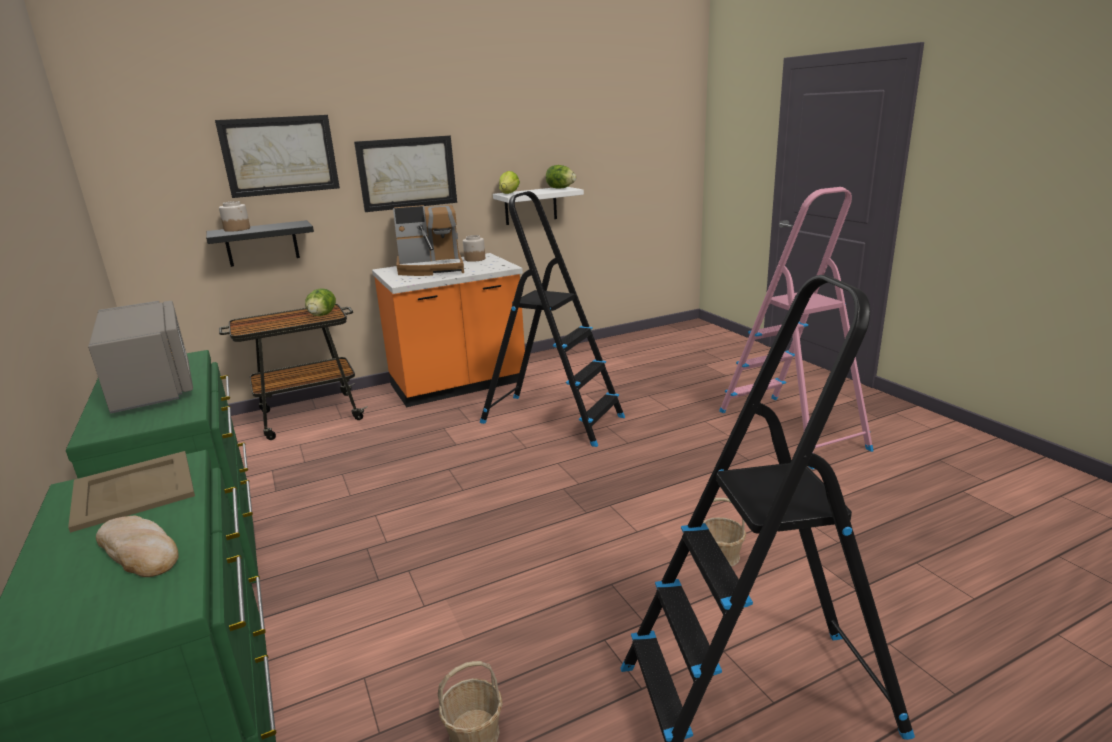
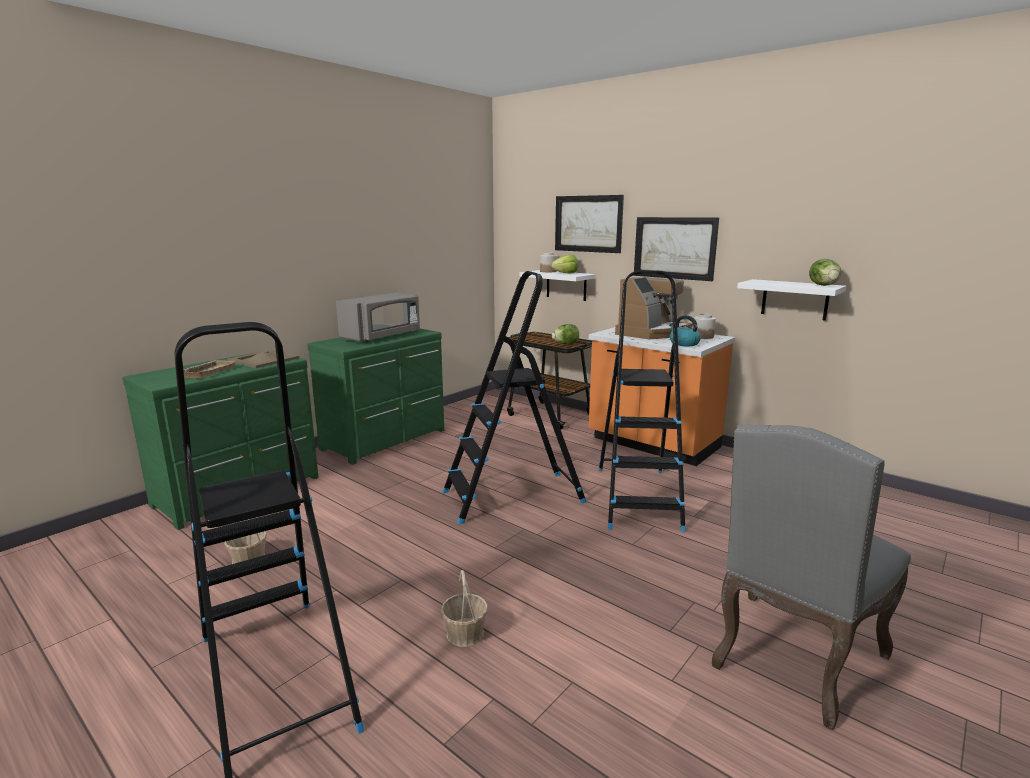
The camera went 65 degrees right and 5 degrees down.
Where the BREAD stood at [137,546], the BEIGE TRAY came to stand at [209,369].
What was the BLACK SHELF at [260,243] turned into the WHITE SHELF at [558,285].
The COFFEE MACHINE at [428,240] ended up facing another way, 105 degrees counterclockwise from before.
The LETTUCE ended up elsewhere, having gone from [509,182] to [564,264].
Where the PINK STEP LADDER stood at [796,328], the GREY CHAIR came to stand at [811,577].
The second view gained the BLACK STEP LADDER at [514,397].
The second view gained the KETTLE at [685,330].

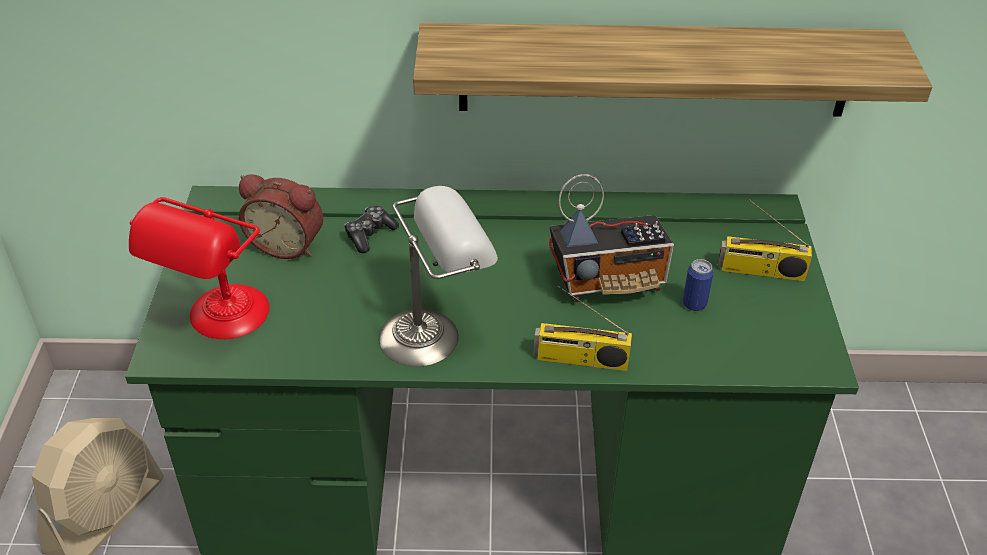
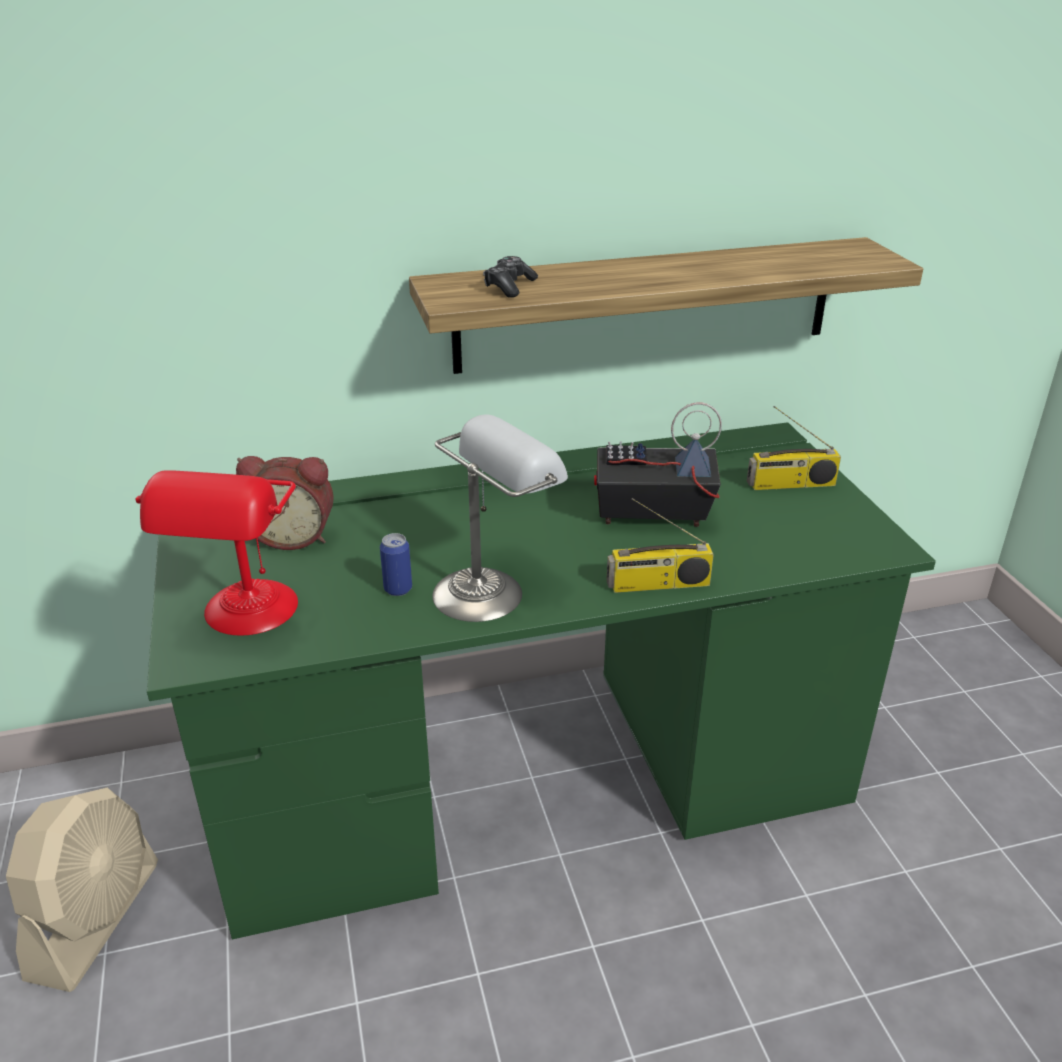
The camera went 15 degrees left and 10 degrees down.
The GAME CONTROLLER ended up elsewhere, having gone from [371,229] to [510,277].
The RADIO at [611,238] ended up facing another way, 150 degrees counterclockwise from before.
The CAN ended up elsewhere, having gone from [698,285] to [396,564].

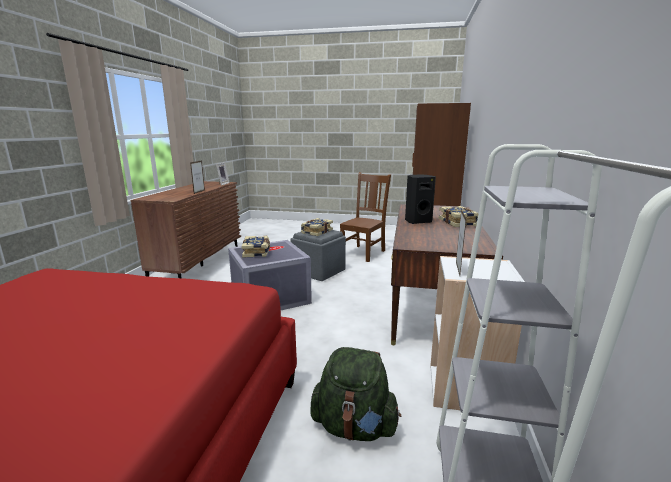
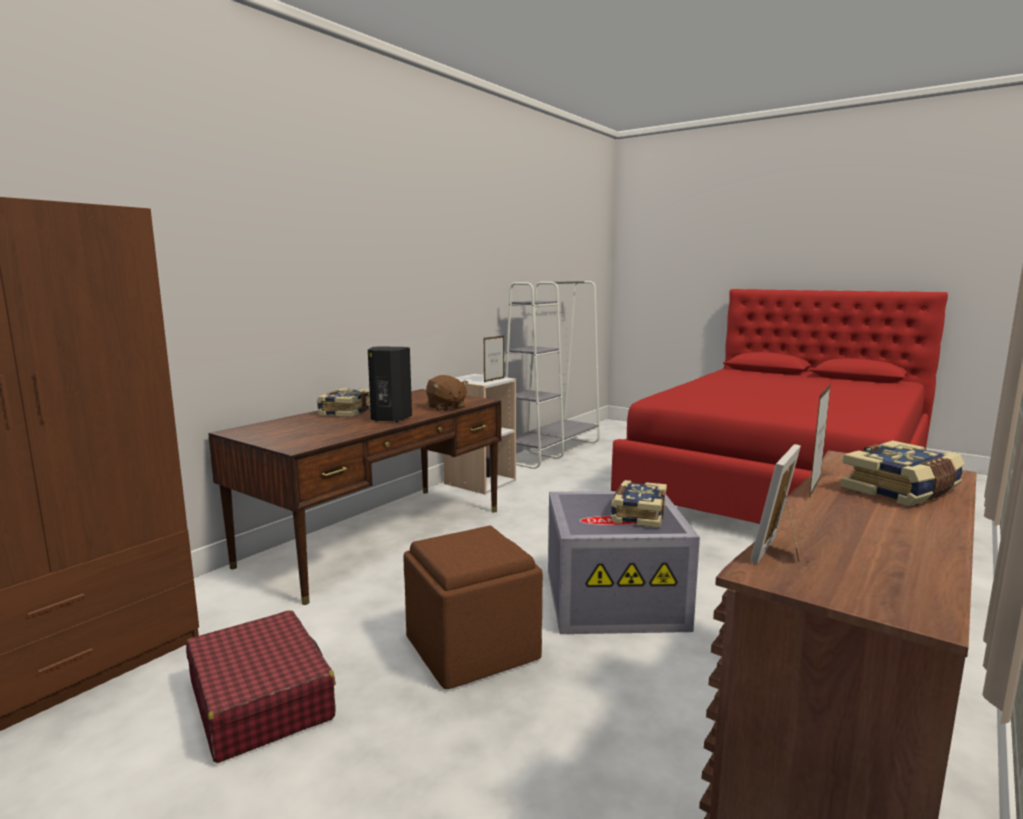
The camera went 155 degrees left and 5 degrees down.
What was the GREY OTTOMAN at [318,255] turned into the BROWN OTTOMAN at [473,607].
The BOOK ended up elsewhere, having gone from [317,227] to [902,473].
The second view lost the GREEN BACKPACK at [356,394].
Where the BROWN CHAIR stood at [365,217], the RED SUITCASE came to stand at [261,686].
The second view gained the BROWN PLUSH TOY at [447,393].

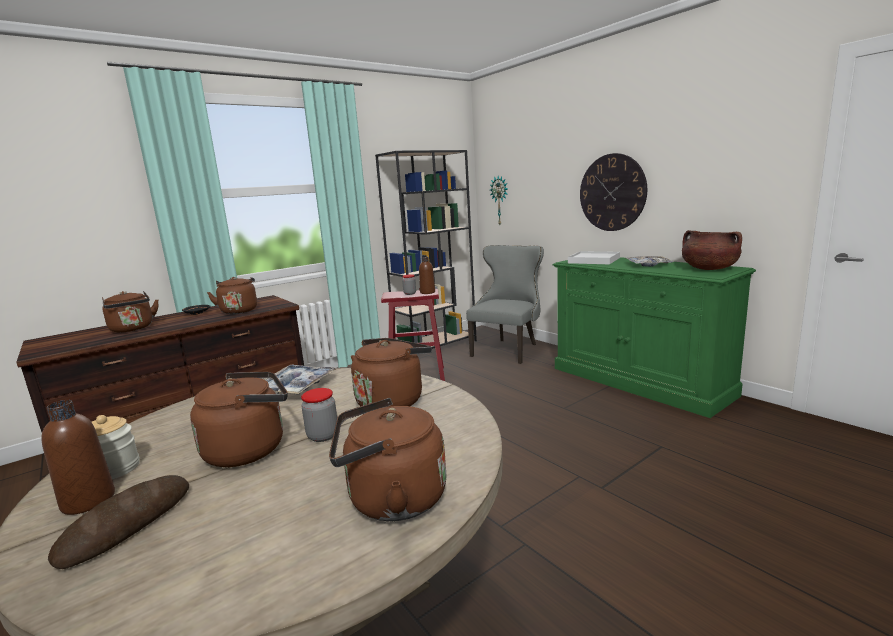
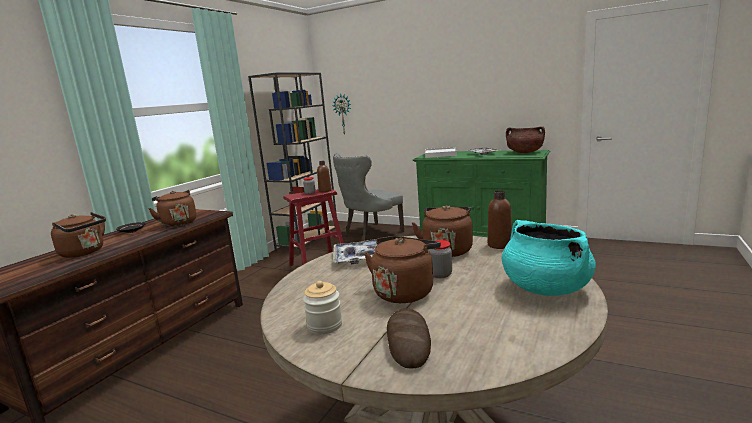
The camera went 25 degrees left and 0 degrees up.
The BROWN BOTTLE ended up elsewhere, having gone from [78,457] to [500,219].
Where the BROWN KETTLE stood at [387,459], the TURQUOISE COOKING POT came to stand at [549,258].
The GREY CHAIR at [505,304] ended up facing another way, 135 degrees counterclockwise from before.
The second view lost the WALL CLOCK at [613,192].

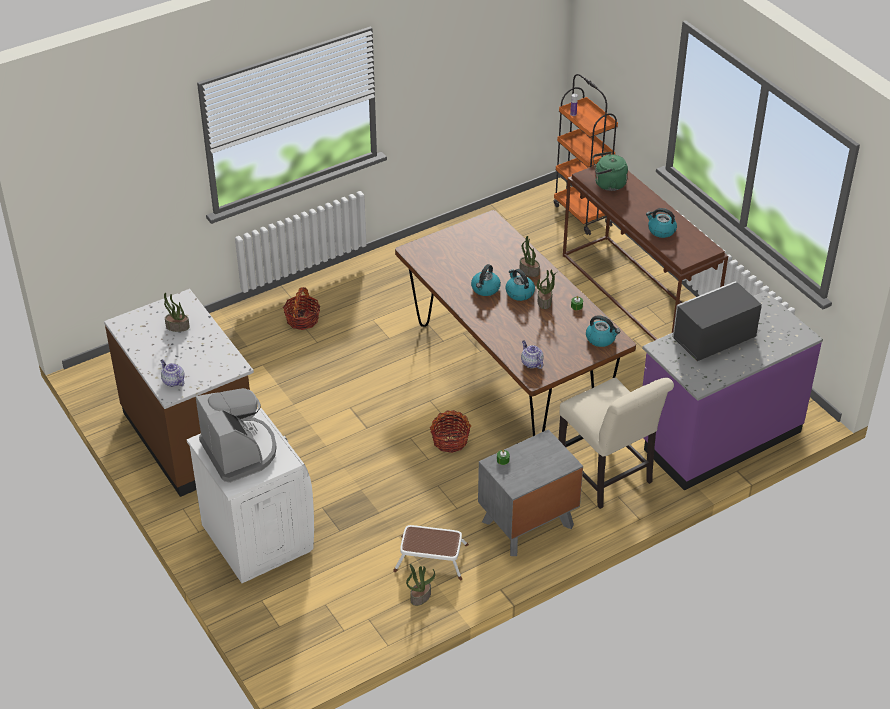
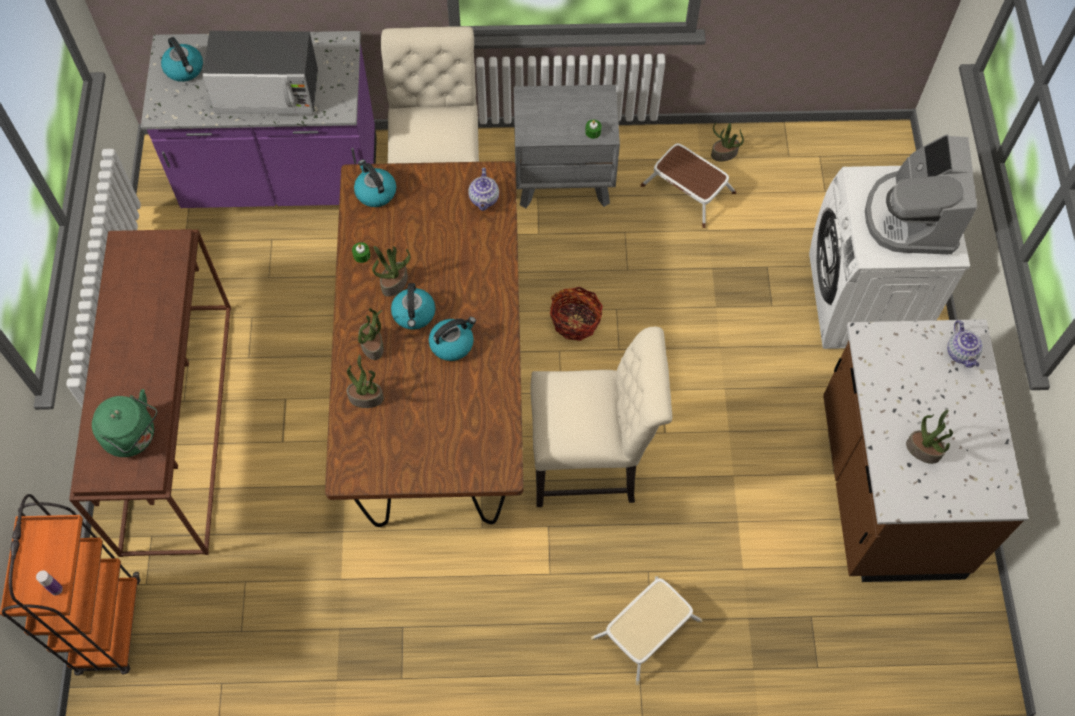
The camera went 150 degrees left and 20 degrees up.
Where the BASKET stood at [301,308], the BEIGE STEP LADDER came to stand at [647,630].
The KETTLE ended up elsewhere, having gone from [661,223] to [182,59].
The second view gained the POTTED PLANT at [365,381].
The second view gained the BEIGE CHAIR at [601,417].

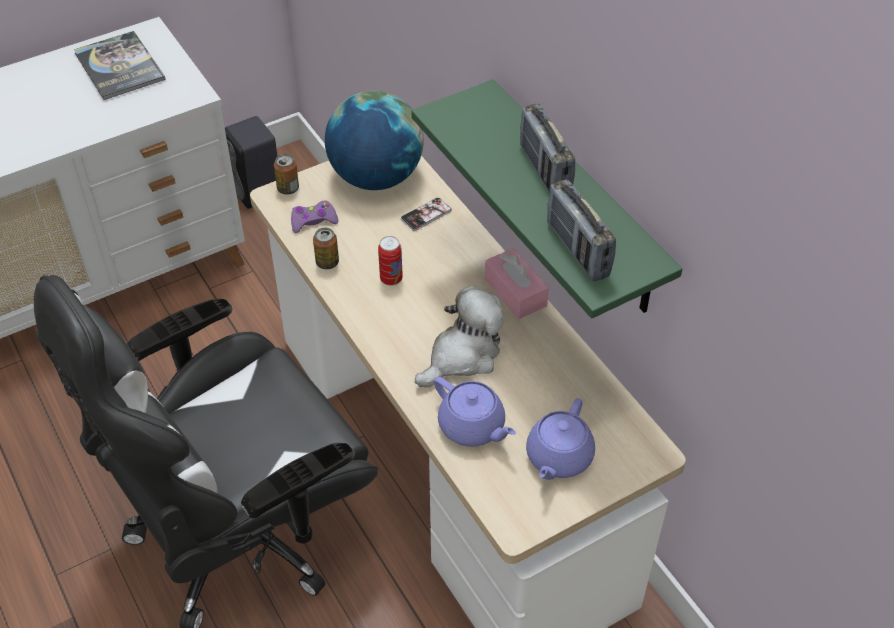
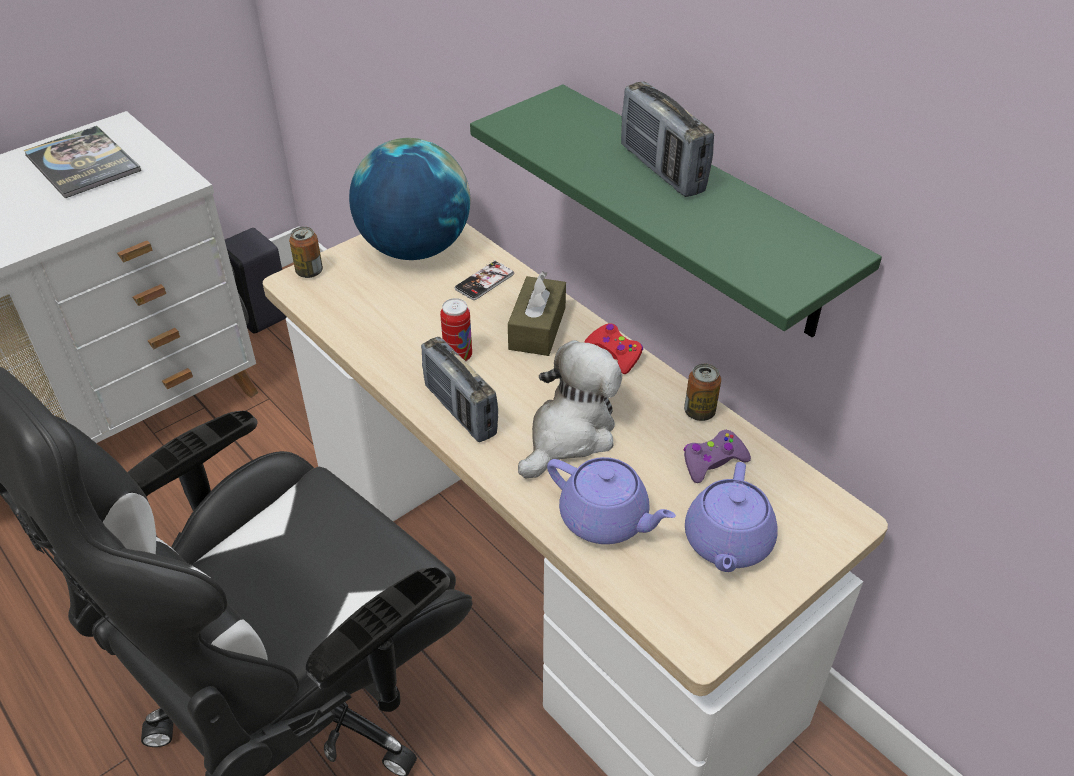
The camera went 10 degrees left and 5 degrees down.
The PURPLE GAME CONTROLLER ended up elsewhere, having gone from [314,217] to [717,456].
The CAN ended up elsewhere, having gone from [326,248] to [702,392].
Where the PINK TISSUE BOX stood at [517,283], the RED GAME CONTROLLER came to stand at [613,348].
The RADIO ended up elsewhere, having gone from [581,230] to [459,389].
The second view gained the BROWN TISSUE BOX at [537,313].

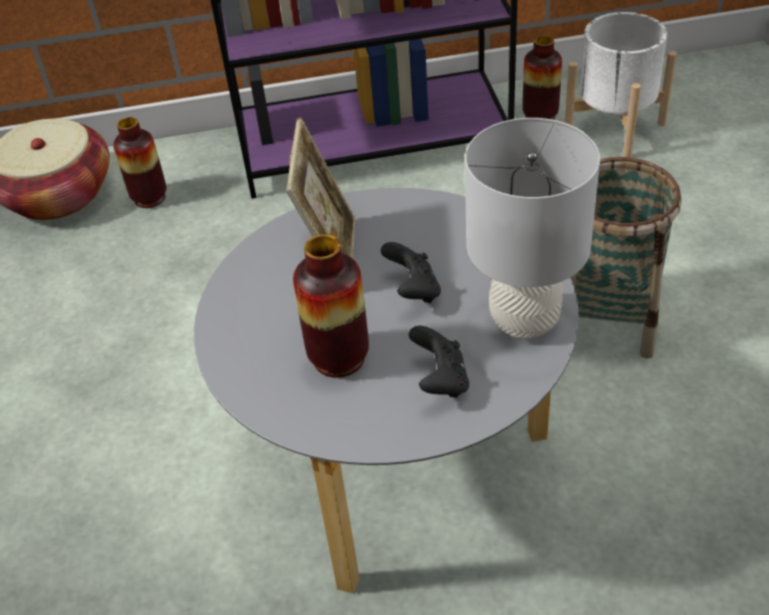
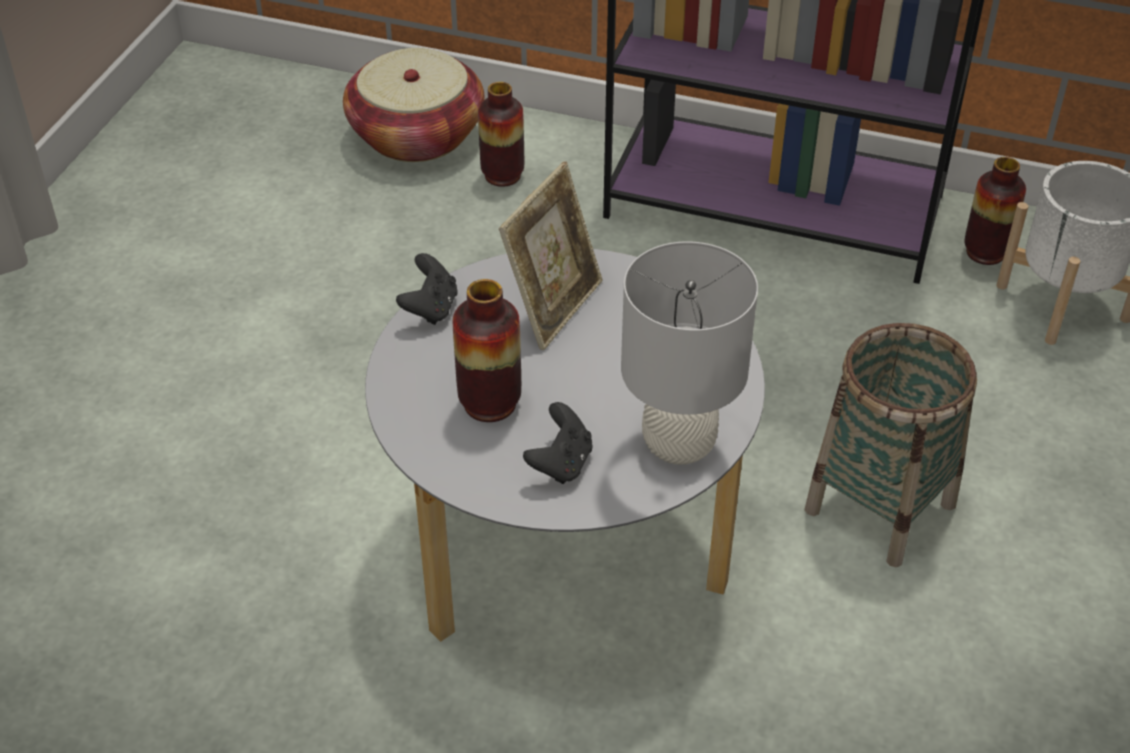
The camera went 25 degrees right and 0 degrees up.
The BLACK GAME CONTROLLER ended up elsewhere, having gone from [411,272] to [427,289].

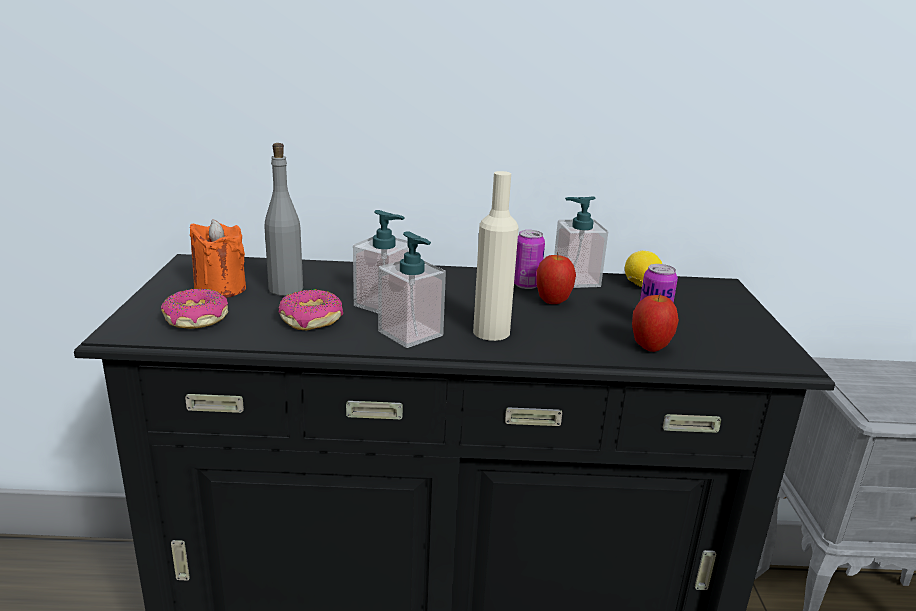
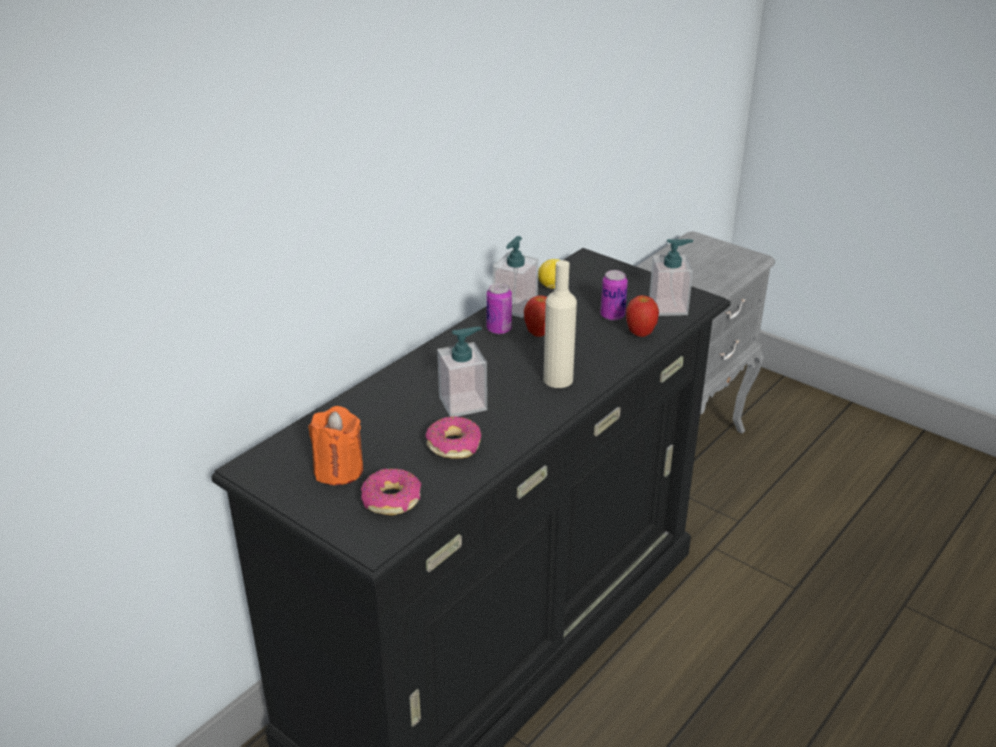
The camera went 50 degrees left and 10 degrees up.
The second view lost the GREY BOTTLE at [284,219].
The SOAP DISPENSER ended up elsewhere, having gone from [412,289] to [671,277].

